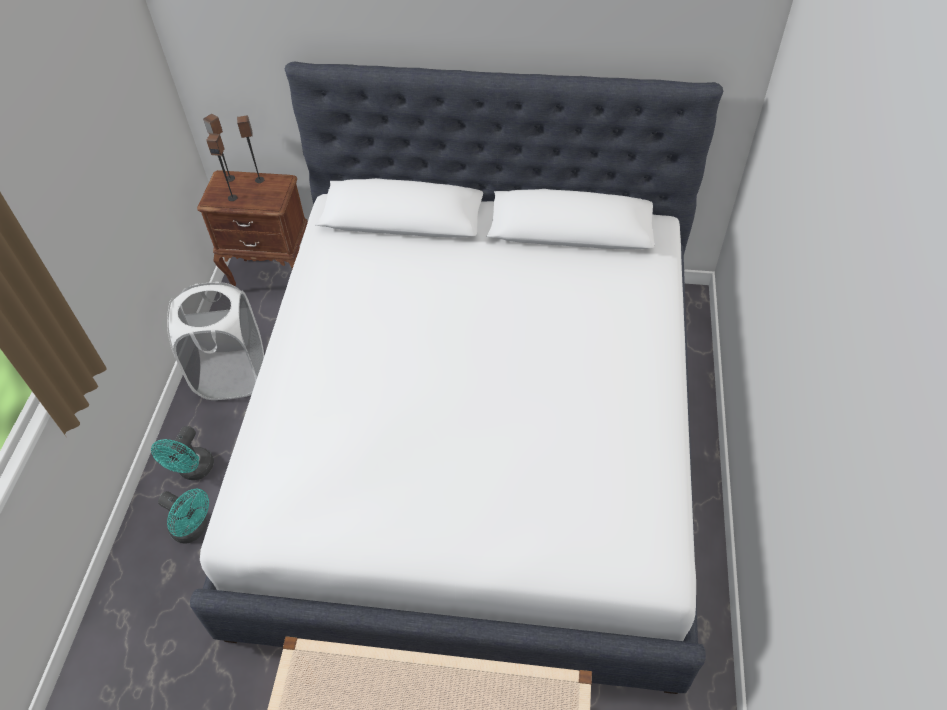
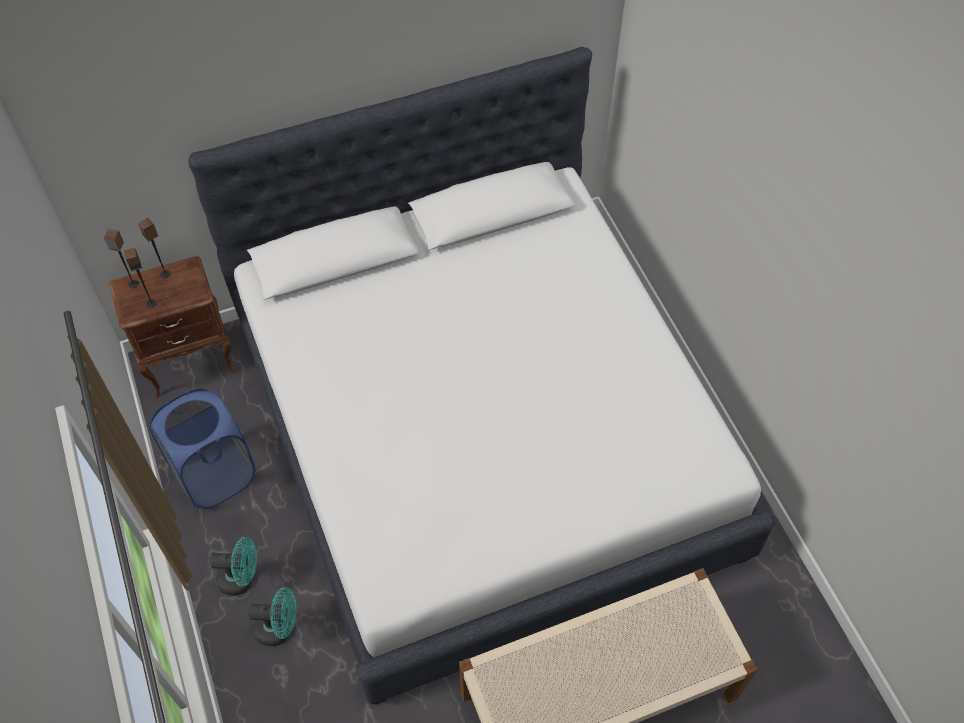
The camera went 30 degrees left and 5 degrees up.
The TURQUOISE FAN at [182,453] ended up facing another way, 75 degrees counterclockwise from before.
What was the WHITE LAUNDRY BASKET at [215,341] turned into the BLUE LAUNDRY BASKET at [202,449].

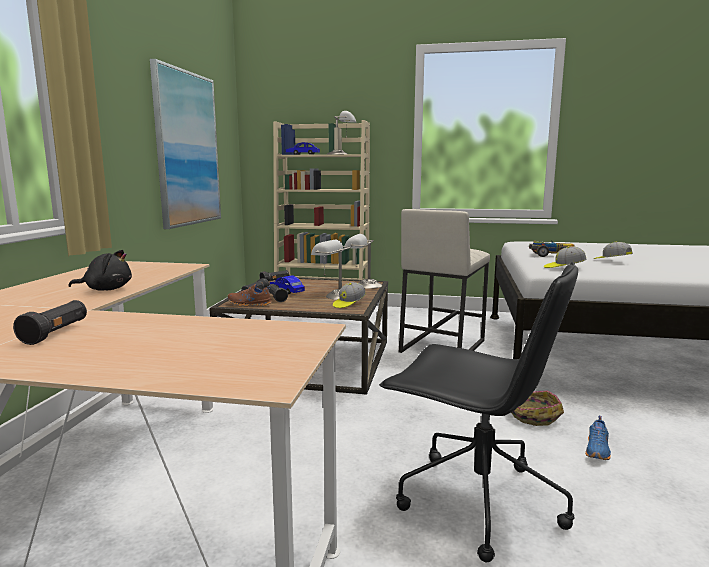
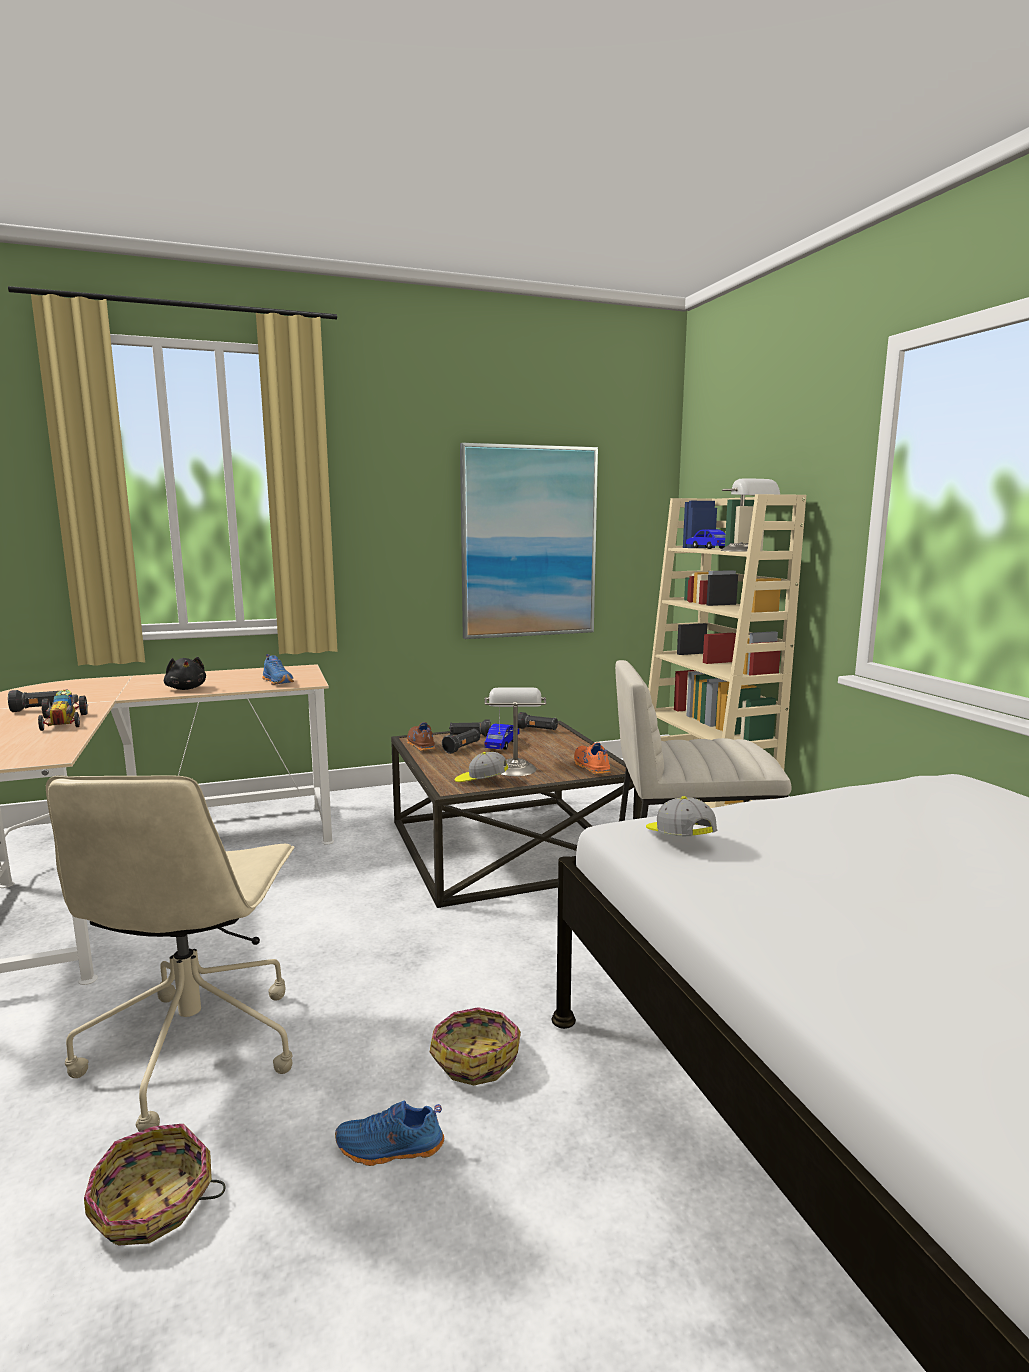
The camera went 60 degrees right and 0 degrees up.
Where the WHITE TABLE LAMP stood at [363,261], the ORANGE SHOE came to stand at [592,758].
What was the BLACK OFFICE CHAIR at [478,412] turned into the BEIGE OFFICE CHAIR at [170,953].
The TOY CAR ended up elsewhere, having gone from [552,248] to [63,710].
The second view lost the CAP at [613,250].
The second view gained the BASKET at [155,1184].
The second view gained the BLUE SHOE at [278,669].

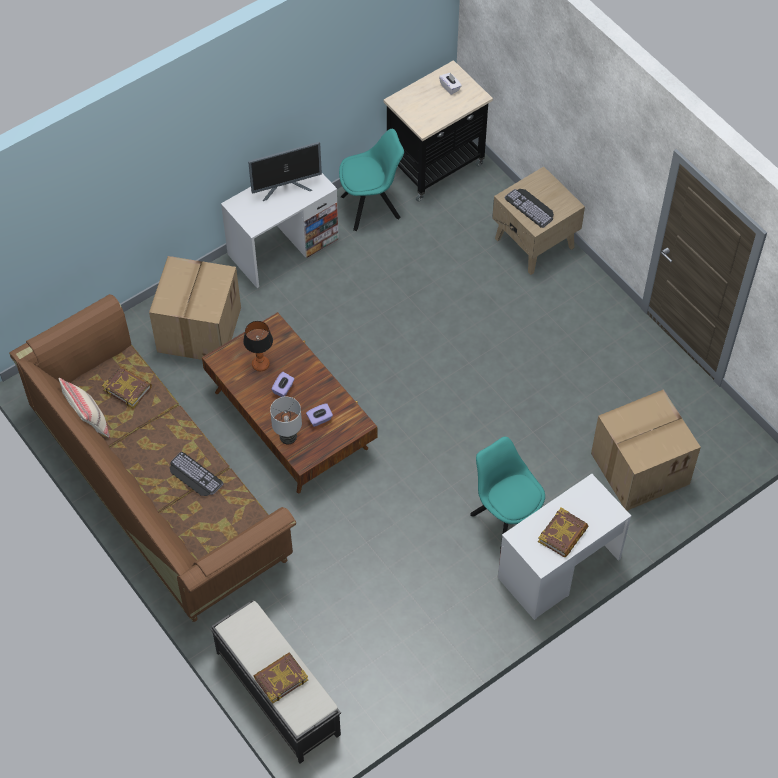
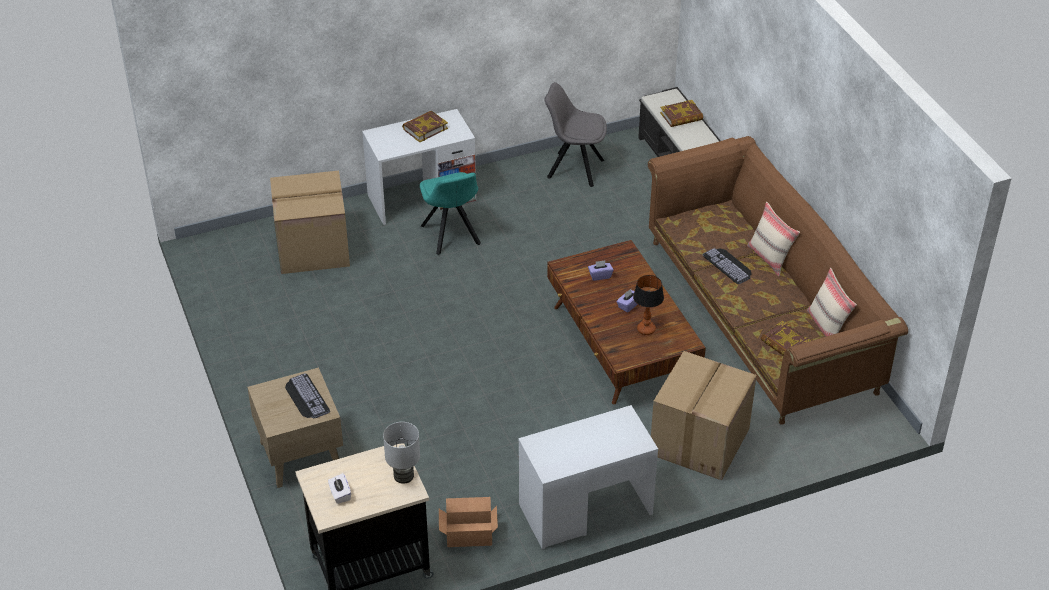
The camera went 165 degrees left and 15 degrees down.
The second view lost the MONITOR at [285,171].
The GREY TABLE LAMP ended up elsewhere, having gone from [286,420] to [401,453].
Where the TURQUOISE CHAIR stood at [371,180], the CARDBOARD BOX came to stand at [468,522].
The second view gained the GREY CHAIR at [576,134].
The second view gained the BEIGE PILLOW at [773,239].

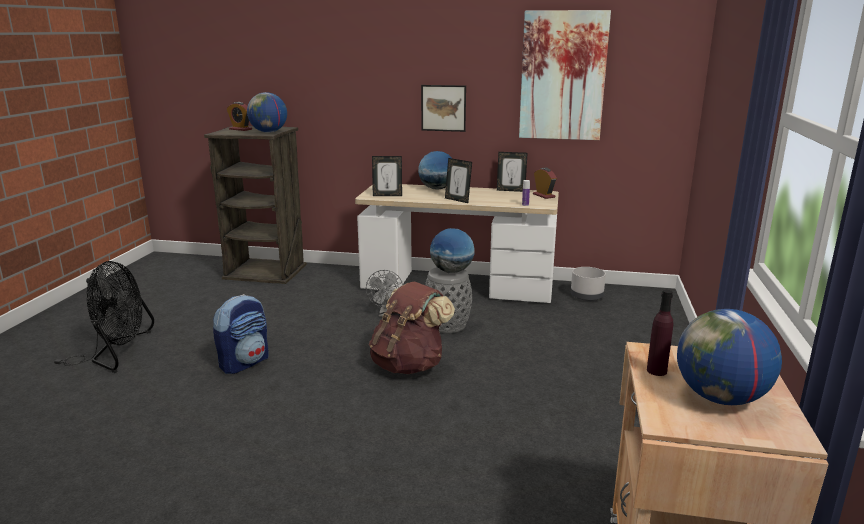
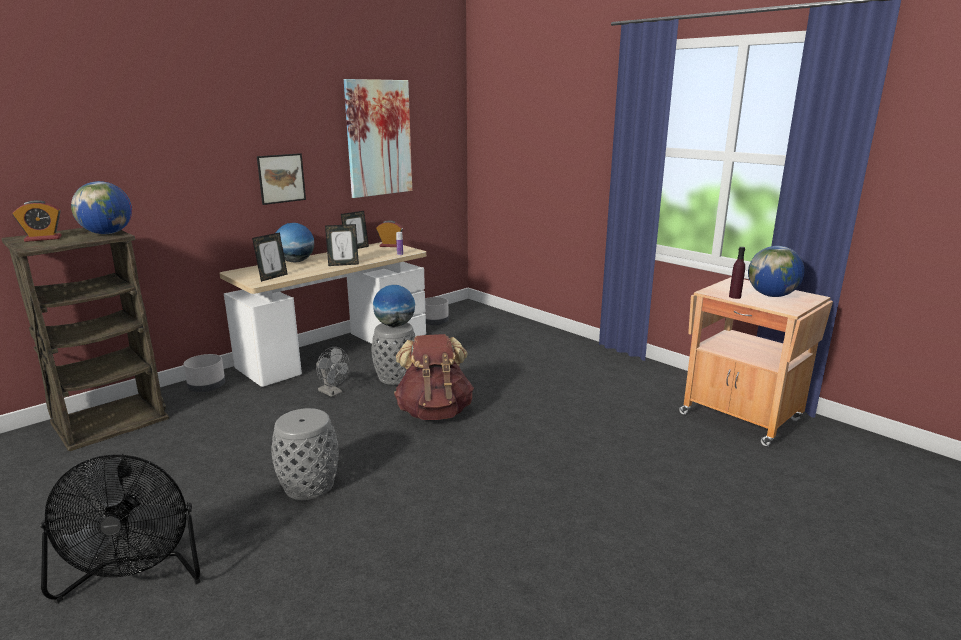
The camera went 55 degrees left and 0 degrees up.
The BLACK FAN at [104,317] ended up facing another way, 135 degrees clockwise from before.
Where the BACKPACK stood at [241,334], the GREY STOOL came to stand at [305,454].
The second view gained the GREY PLANTER at [204,373].

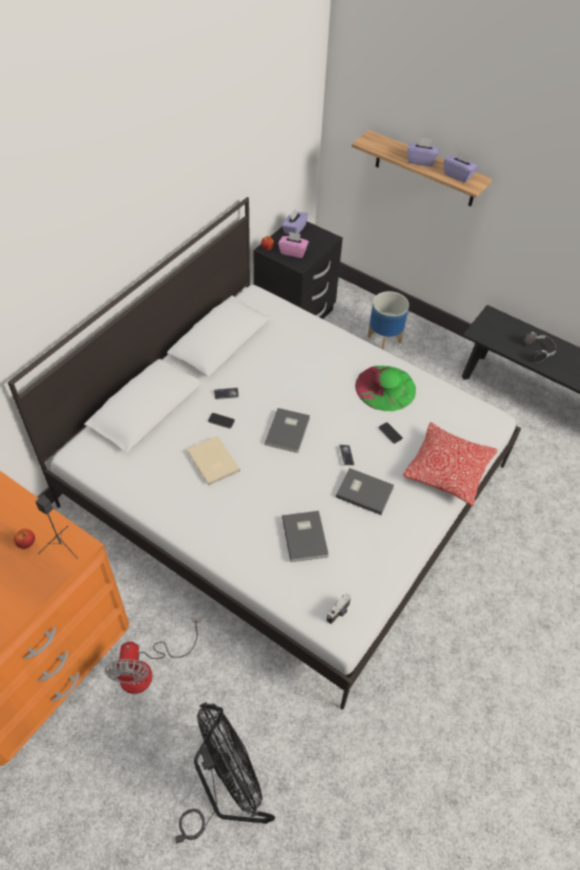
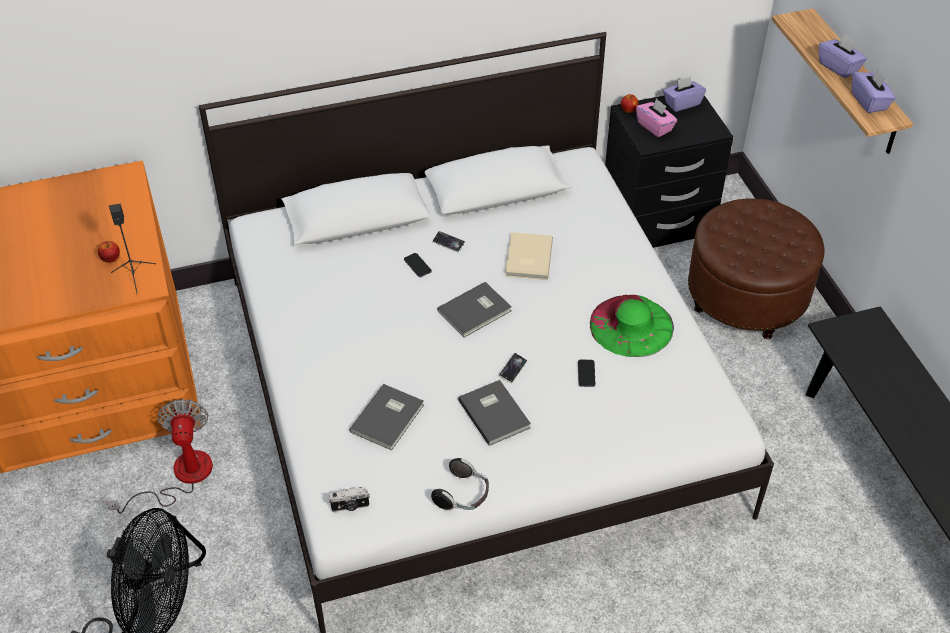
The camera went 40 degrees right and 5 degrees down.
The FAN at [152,655] ended up facing another way, 135 degrees clockwise from before.
The BEIGE BOOK ended up elsewhere, having gone from [213,461] to [529,256].
Where the PLANTER stood at [388,320], the BROWN OTTOMAN came to stand at [756,269].
The second view lost the PILLOW at [450,464].
The HEADPHONES ended up elsewhere, having gone from [539,347] to [460,484].

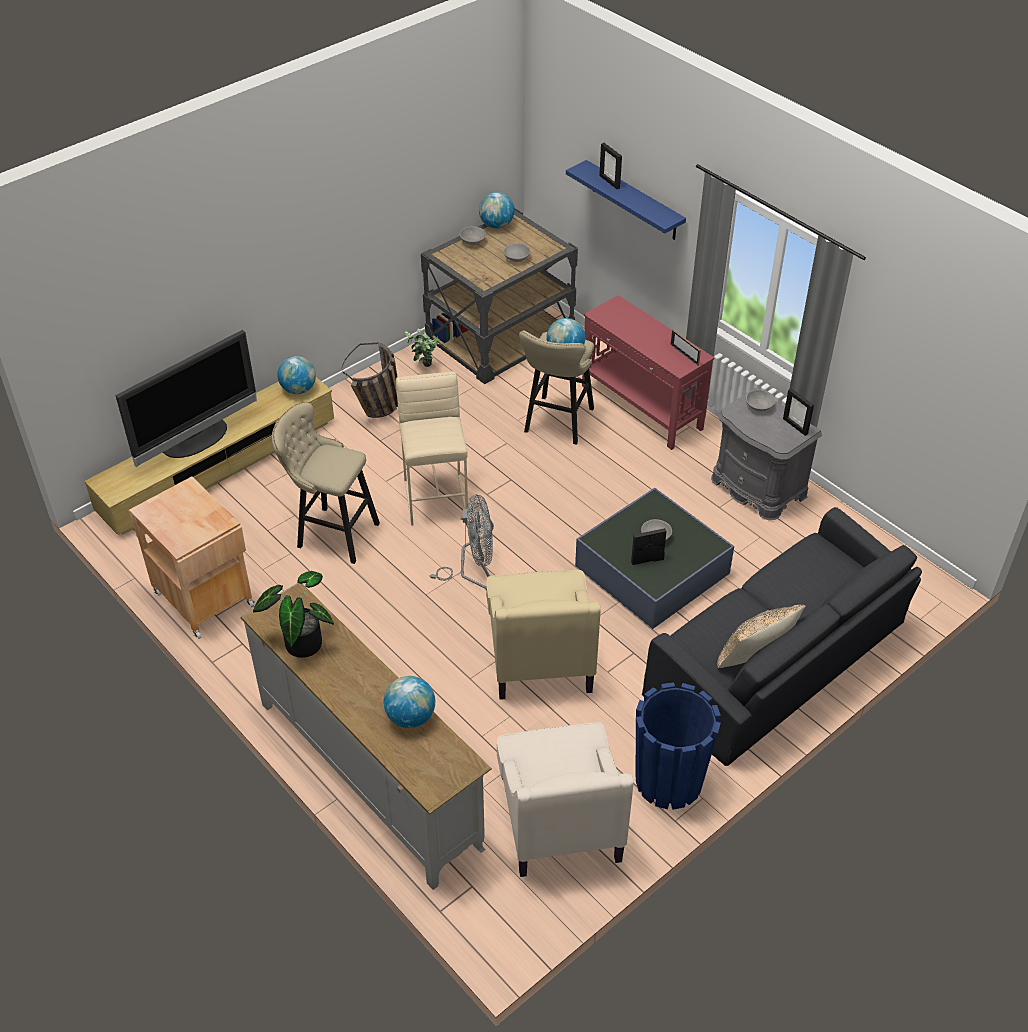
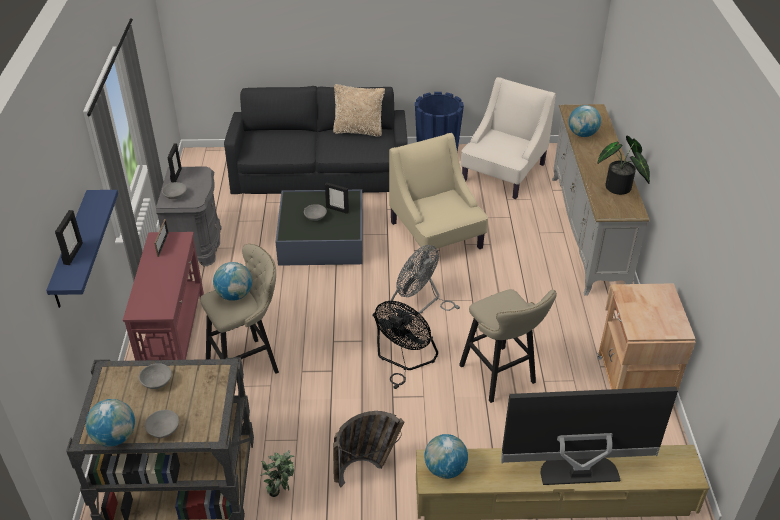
The camera went 140 degrees left and 5 degrees down.
Where the BEIGE STOOL stood at [432,448], the BLACK FAN came to stand at [405,345].
The BEIGE ARMCHAIR at [543,635] ended up facing another way, 60 degrees counterclockwise from before.

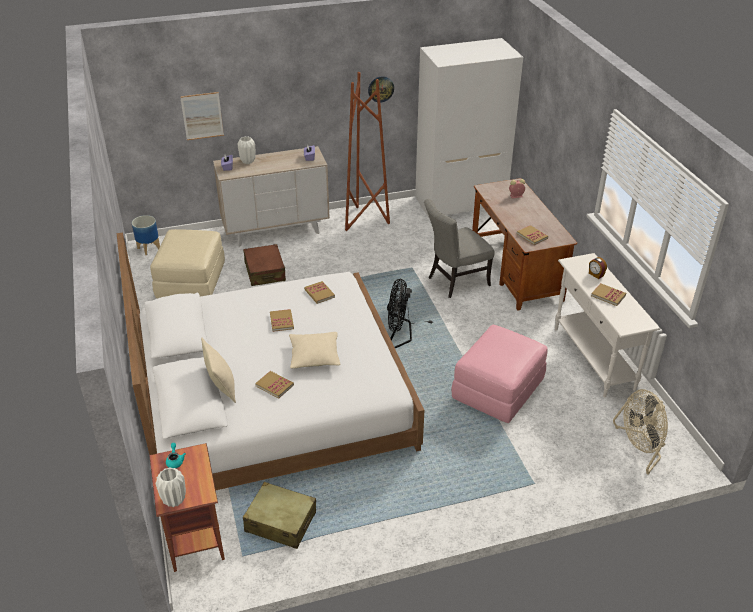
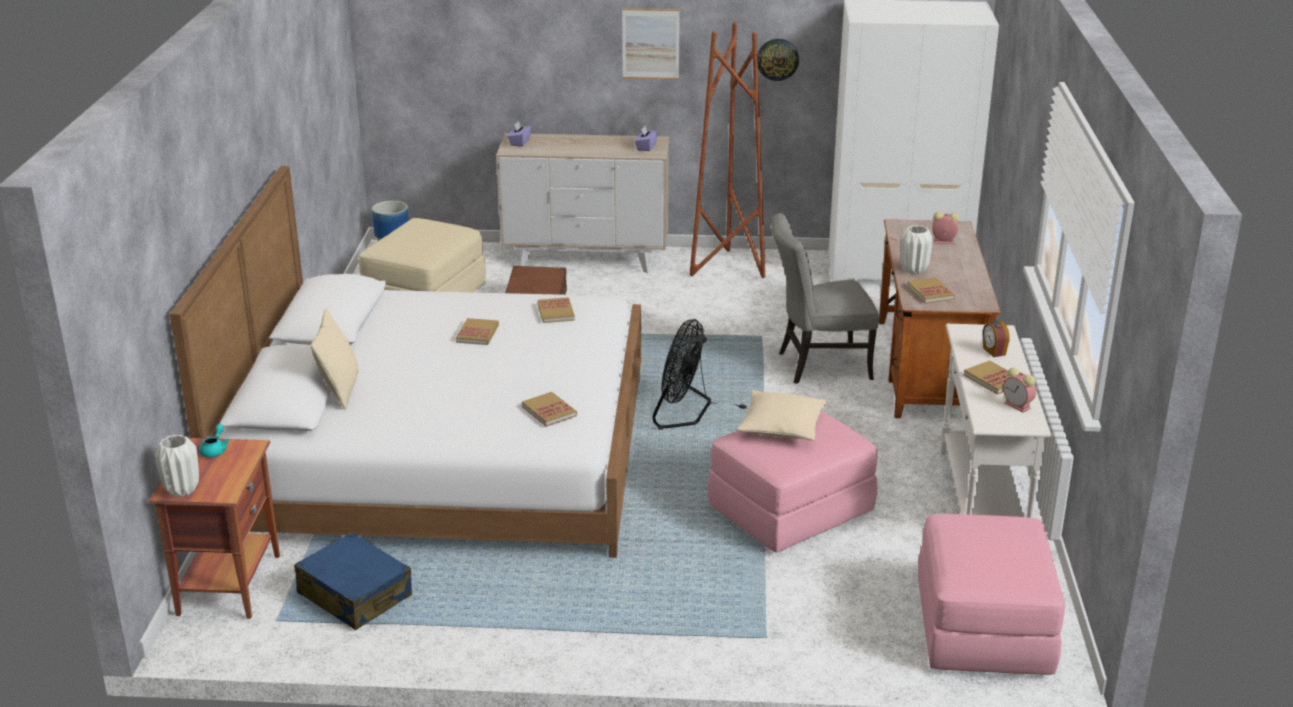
The camera went 20 degrees right and 10 degrees down.
The PICTURE ended up elsewhere, having gone from [202,116] to [651,43].
The WHITE VASE ended up elsewhere, having gone from [246,150] to [917,249].
What was the BEIGE SUITCASE at [279,515] turned into the BLUE SUITCASE at [353,581].
The BOOK ended up elsewhere, having gone from [274,385] to [549,409].
The BEIGE PILLOW ended up elsewhere, having gone from [314,350] to [781,415].
Where the BEIGE FAN stood at [640,431], the PINK OTTOMAN came to stand at [991,594].
The second view gained the ALARM CLOCK at [1019,390].

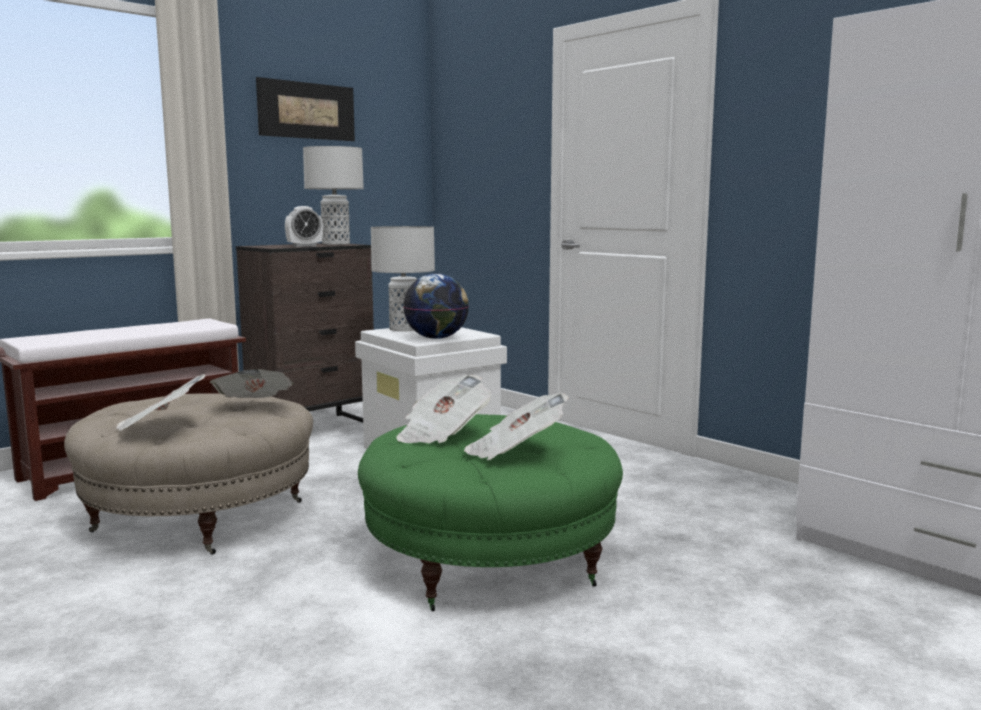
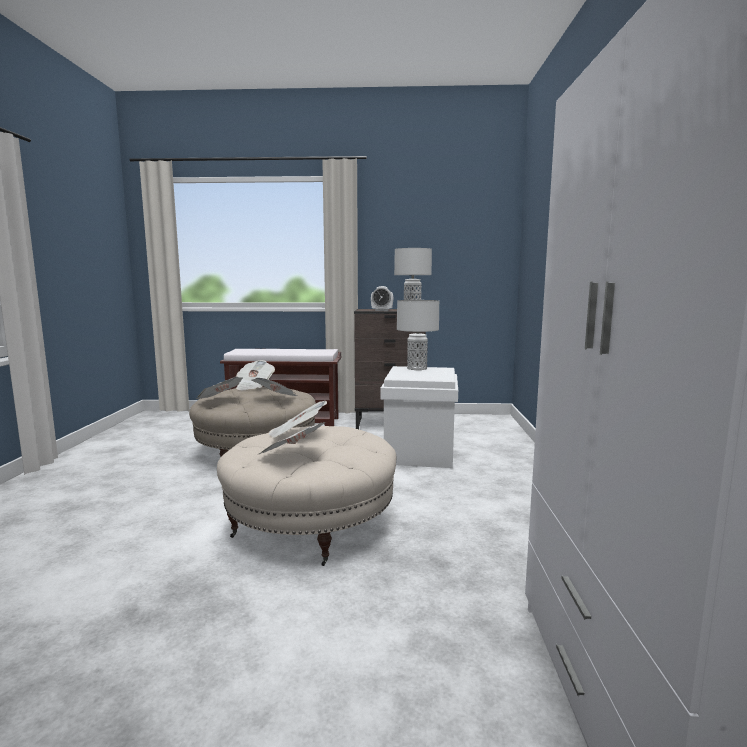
The camera went 45 degrees right and 0 degrees up.
The second view lost the PICTURE at [305,109].
What was the GREEN OTTOMAN at [490,512] turned into the BEIGE OTTOMAN at [307,496].
The second view lost the GLOBE at [436,306].
The second view gained the NEWSPAPER at [255,375].

